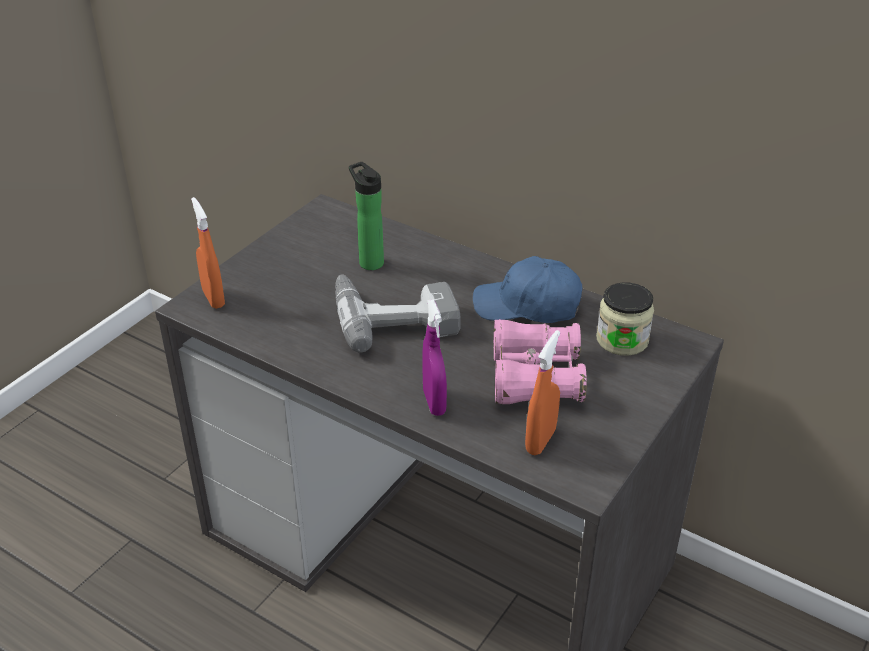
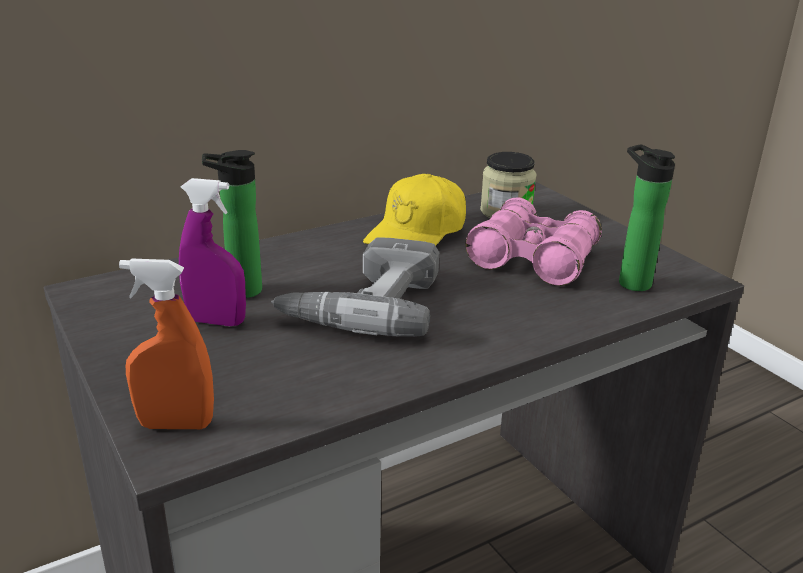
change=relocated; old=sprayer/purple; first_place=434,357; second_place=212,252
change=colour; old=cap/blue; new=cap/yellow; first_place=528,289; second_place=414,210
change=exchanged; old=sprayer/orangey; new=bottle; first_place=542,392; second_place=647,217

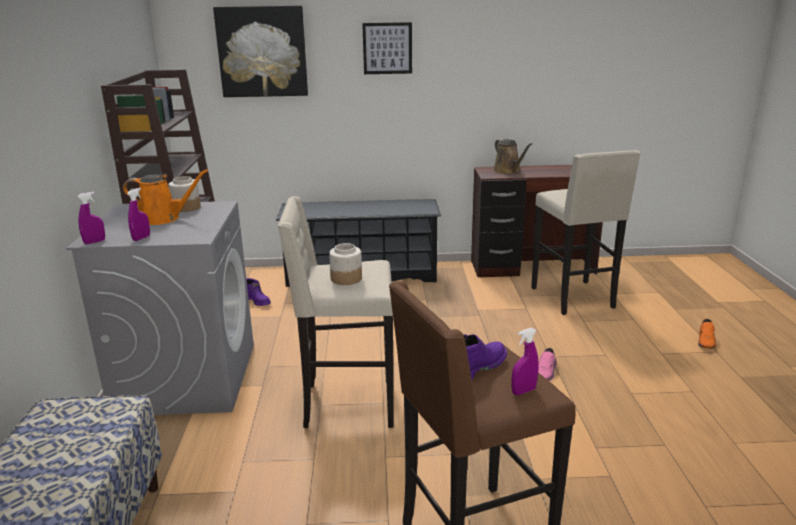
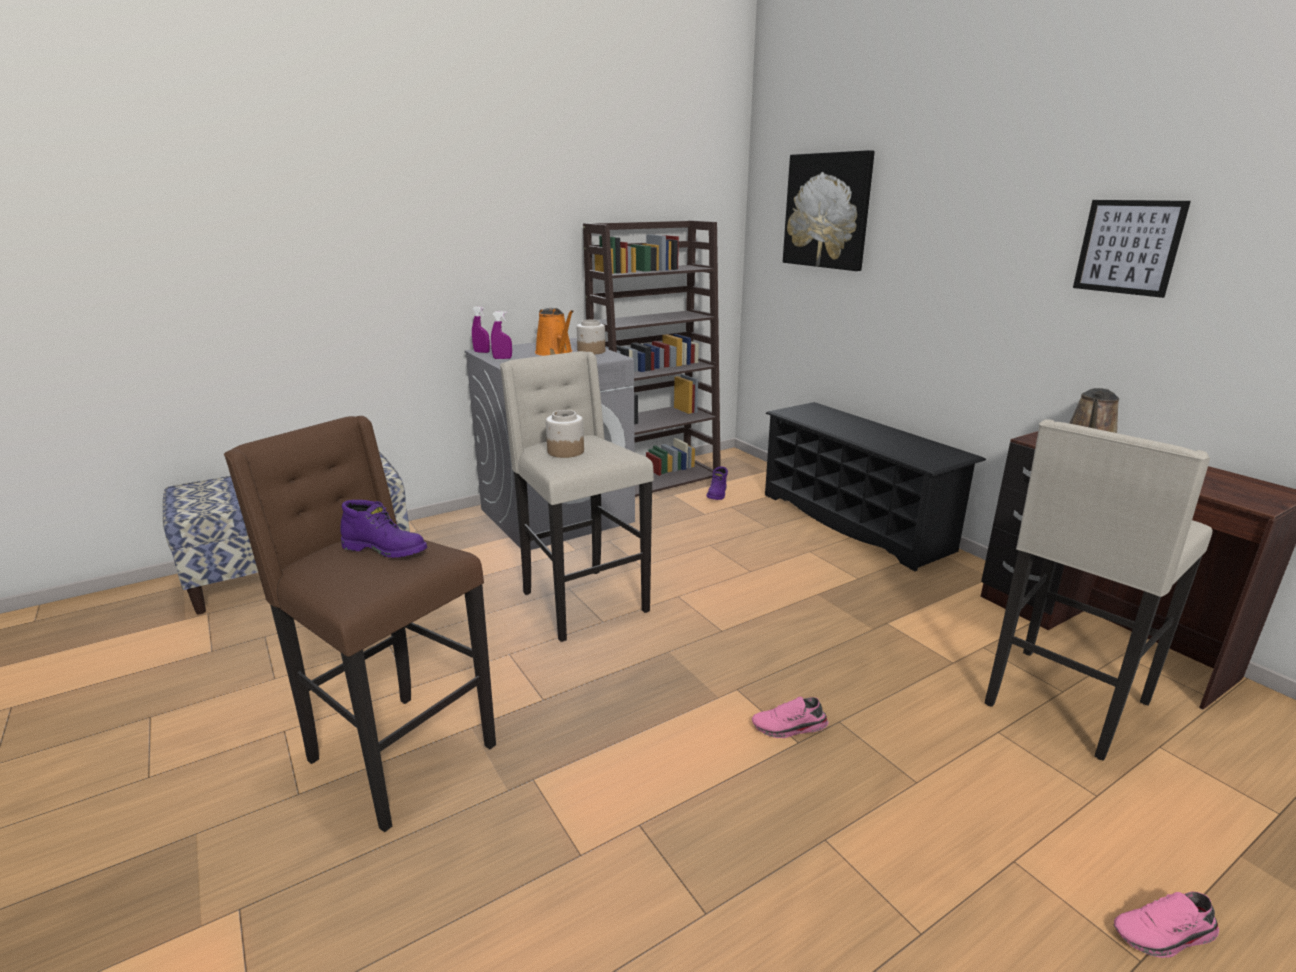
change=relocated; old=picture; first_place=387,48; second_place=1132,249
change=missing; old=sprayer/purple; first_place=525,361
change=colour; old=item of footwear/orangey; new=item of footwear/pink-coloured; first_place=707,334; second_place=1166,924

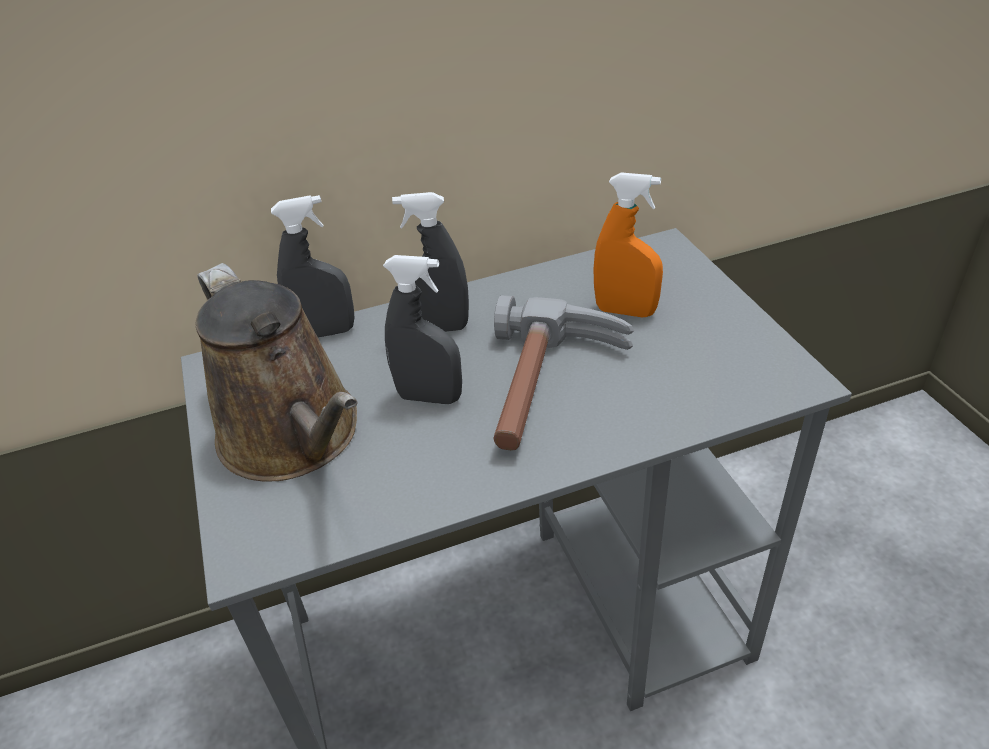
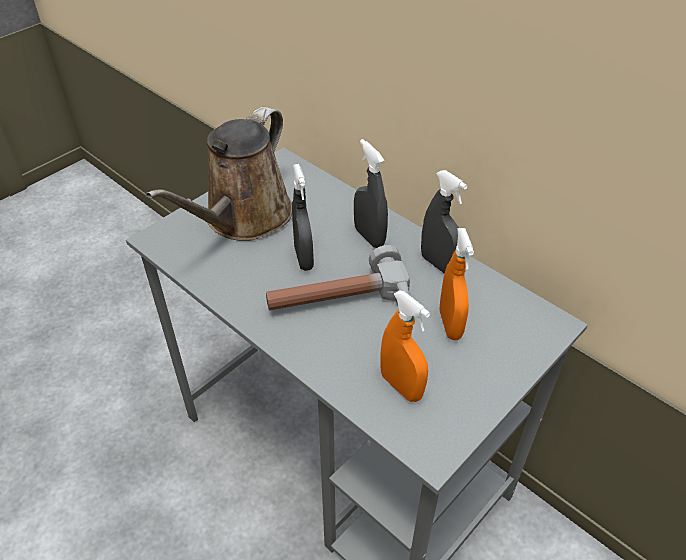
change=relocated; old=sprayer/grey; first_place=313,266; second_place=444,222
change=appeared; new=sprayer/orangey; second_place=405,346

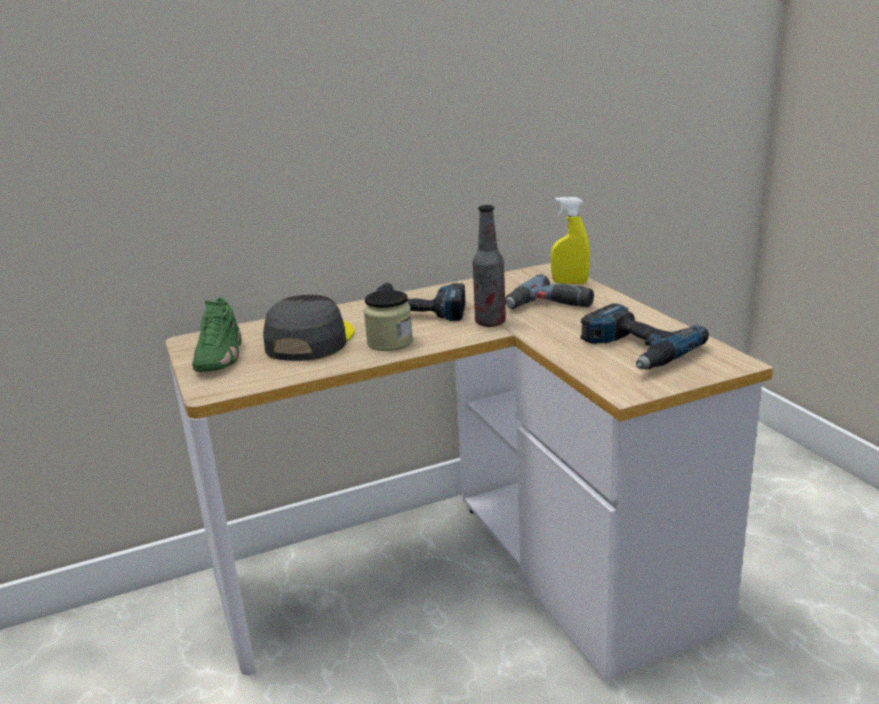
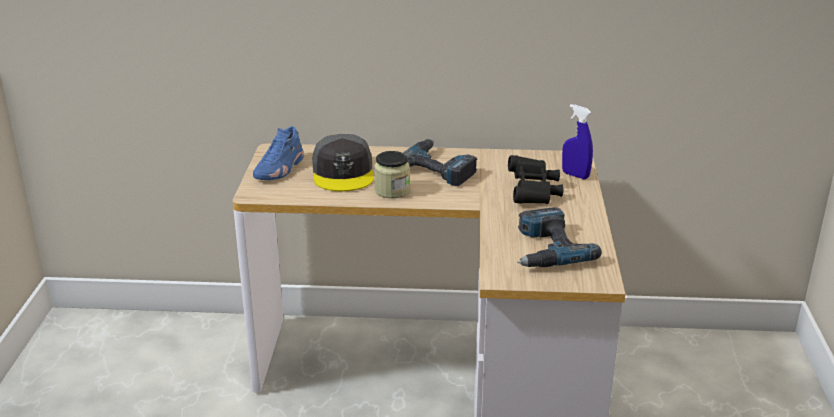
change=colour; old=item of footwear/greenish; new=item of footwear/blue; first_place=216,334; second_place=278,153
change=spun; old=cap/grey; first_place=309,328; second_place=343,162; degrees=135
change=missing; old=bottle; first_place=489,266
change=exchanged; old=electric drill; new=pair of binoculars/black; first_place=549,291; second_place=536,179
change=colour; old=sprayer/yellow; new=sprayer/blue; first_place=570,240; second_place=577,141

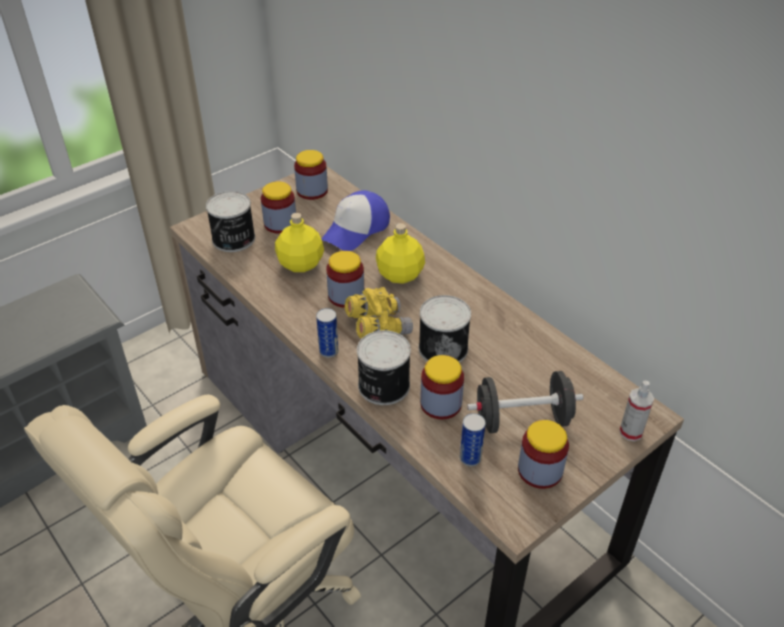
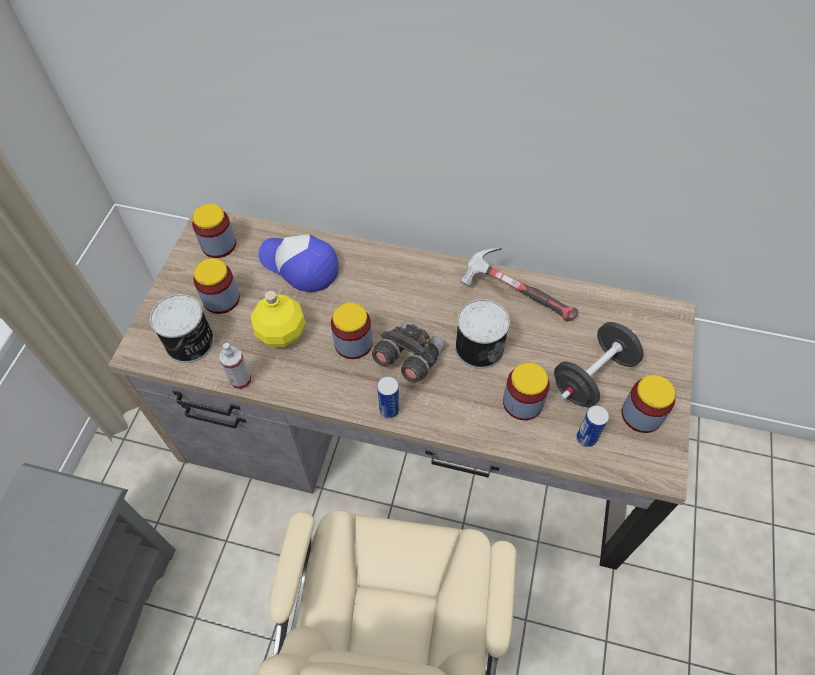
change=spun; old=cap; first_place=355,220; second_place=299,263; degrees=120
change=colour; old=pair of binoculars/yellow; new=pair of binoculars/grey; first_place=379,312; second_place=408,352
change=missing; old=metal can; first_place=384,367
change=missing; old=bottle/yellow; first_place=400,253
change=relocated; old=sprayer; first_place=636,411; second_place=235,366
change=appeared; new=hand hammer; second_place=519,284

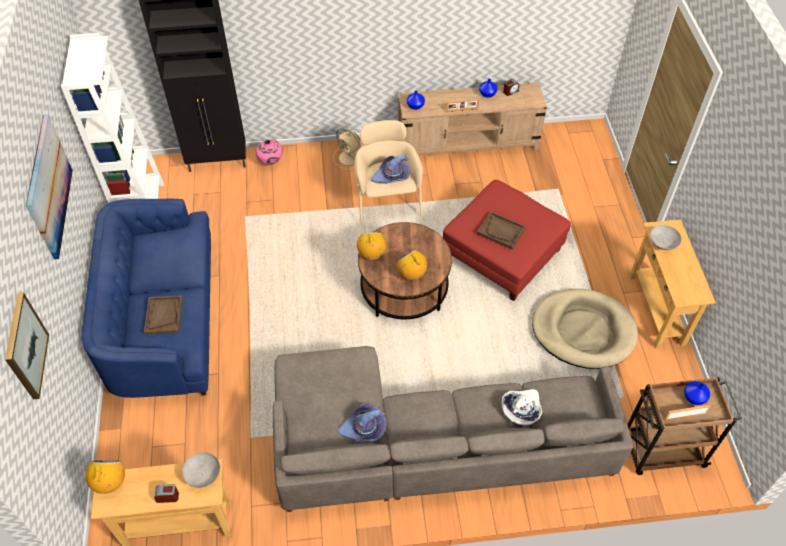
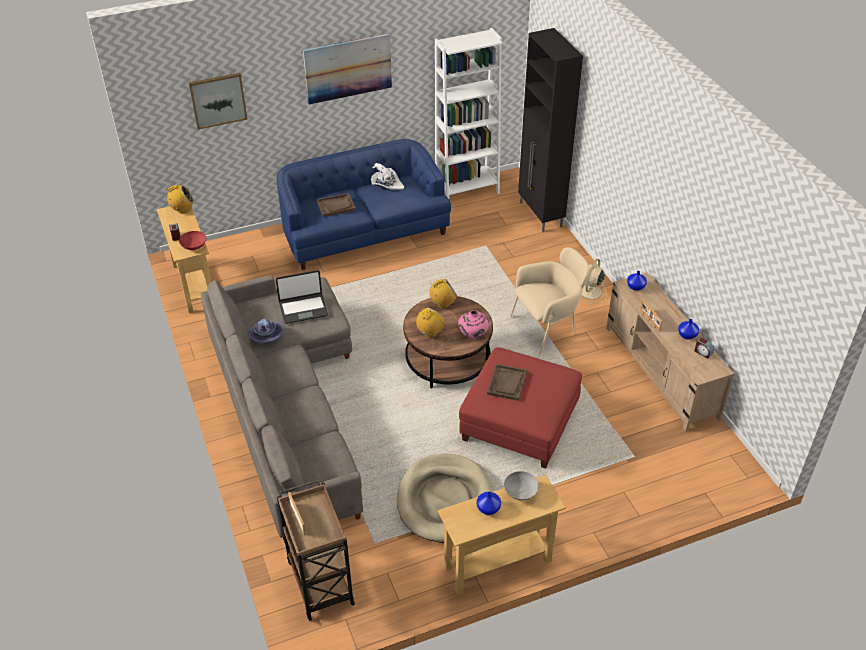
change=colour; old=deep dish/grey; new=deep dish/red-coloured; first_place=201,470; second_place=192,240
change=relocated; old=vase/pink-coloured; first_place=269,152; second_place=473,324
change=missing; old=hat/purple; first_place=390,169
change=relocated; old=hat/whitish; first_place=522,407; second_place=387,176
change=relocated; old=vase/blue; first_place=697,393; second_place=489,503
change=appeared; new=notebook computer; second_place=302,297

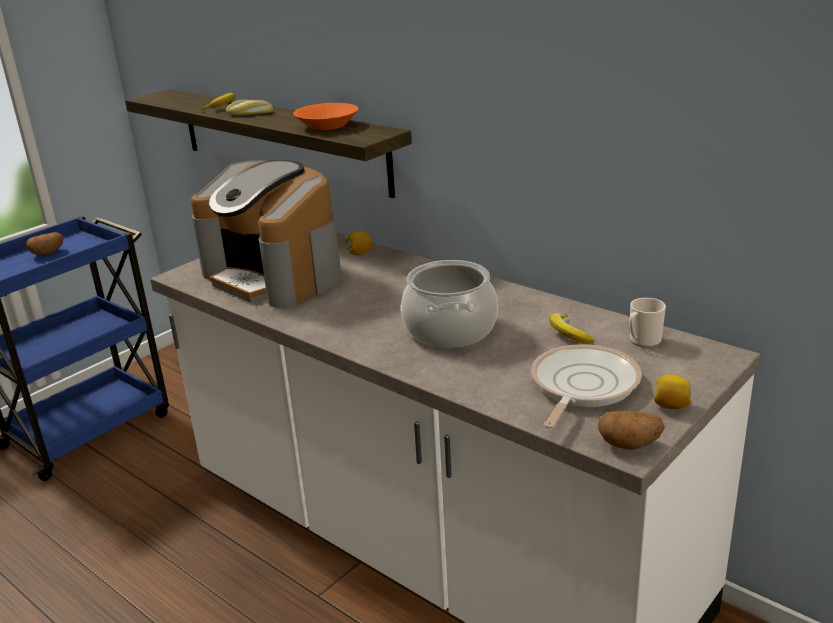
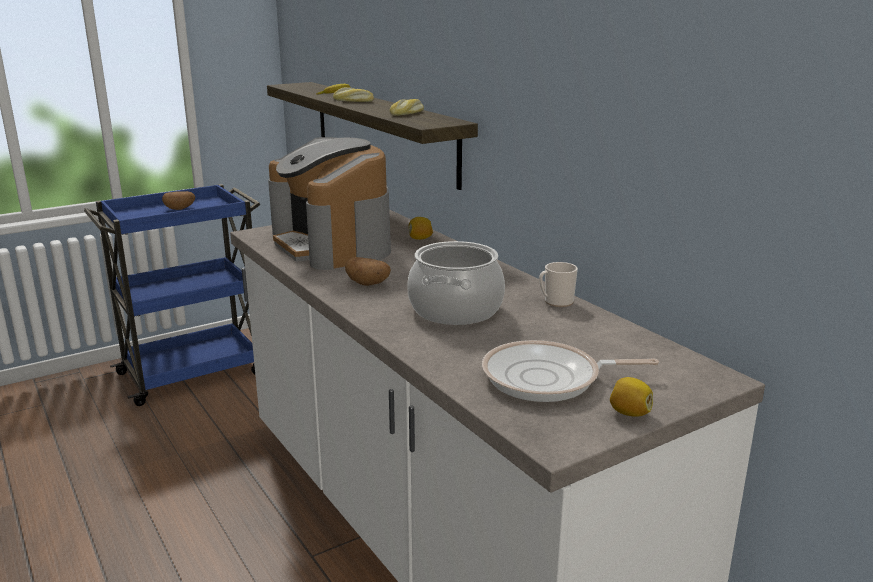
change=exchanged; old=deep dish/orangey; new=baked bread; first_place=326,116; second_place=406,107
change=spun; old=pan; first_place=586,386; second_place=570,371; degrees=-135
change=missing; old=banana; first_place=571,328
change=relocated; old=whole potato; first_place=631,430; second_place=368,271
change=relocated; old=coffee mug; first_place=647,322; second_place=558,284

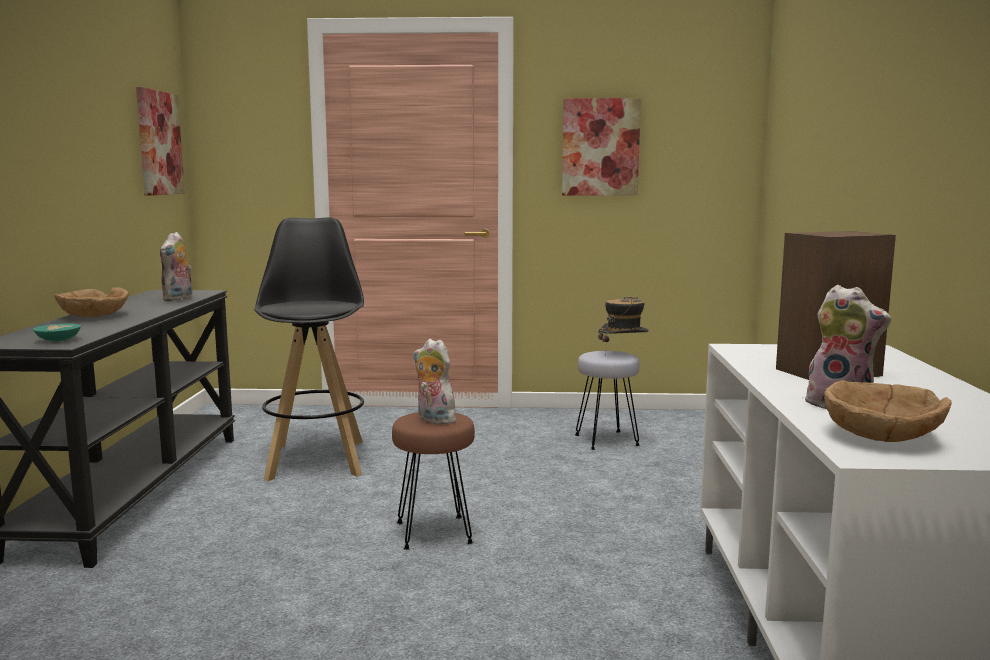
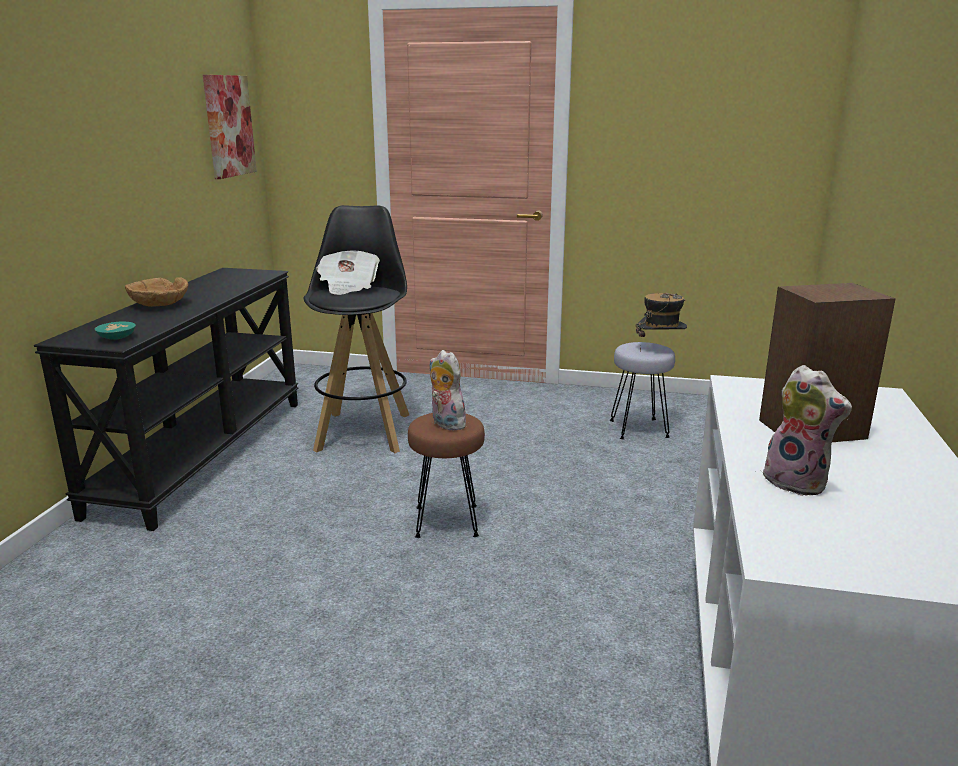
change=missing; old=cuddly toy; first_place=176,266
change=missing; old=picture; first_place=601,147
change=missing; old=deep dish/brown; first_place=888,411
change=appeared; new=printed paper; second_place=348,272

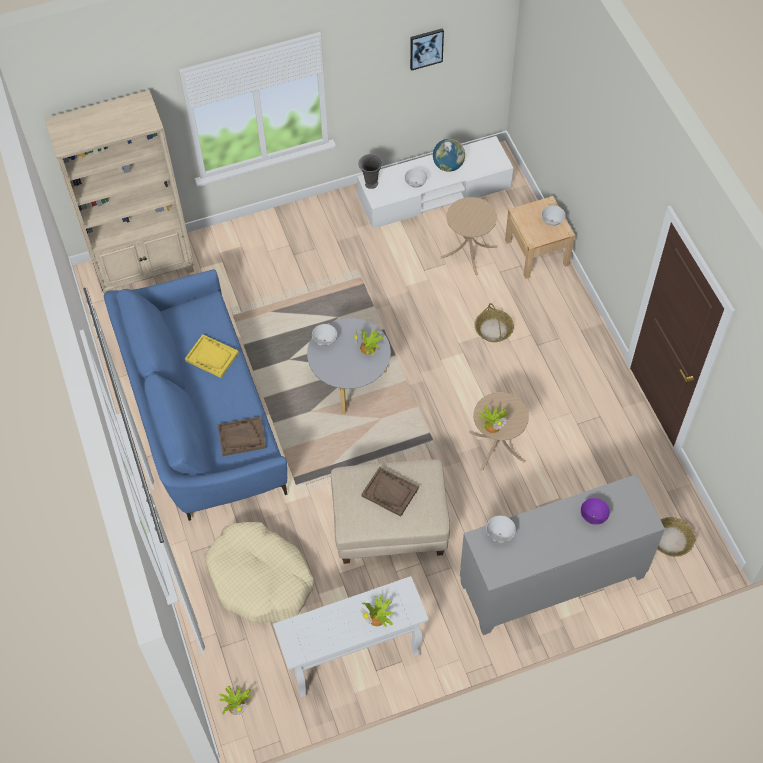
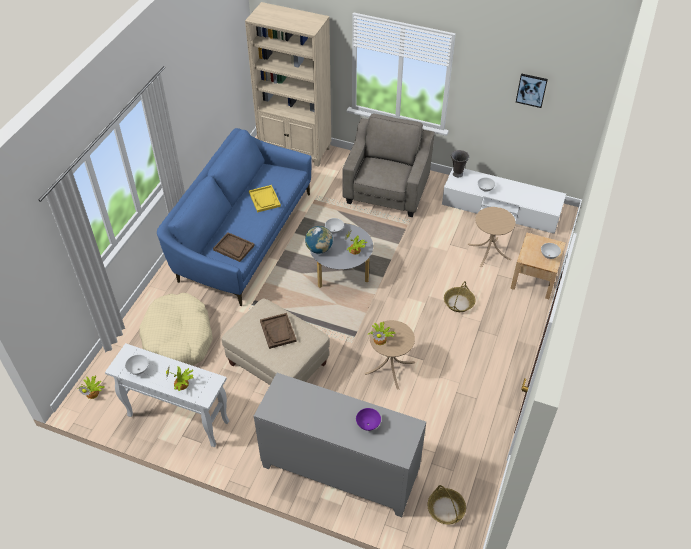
change=relocated; old=desk globe; first_place=449,155; second_place=319,240
change=relocated; old=deep dish/whitish; first_place=501,529; second_place=137,364
change=appeared; new=armchair/grey; second_place=388,165

